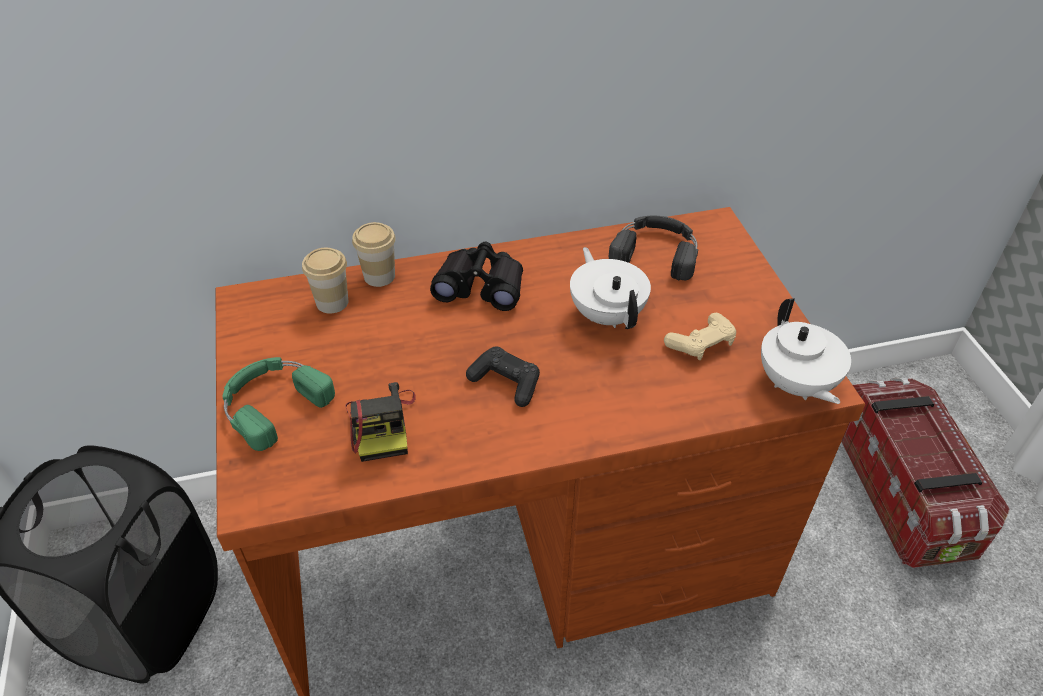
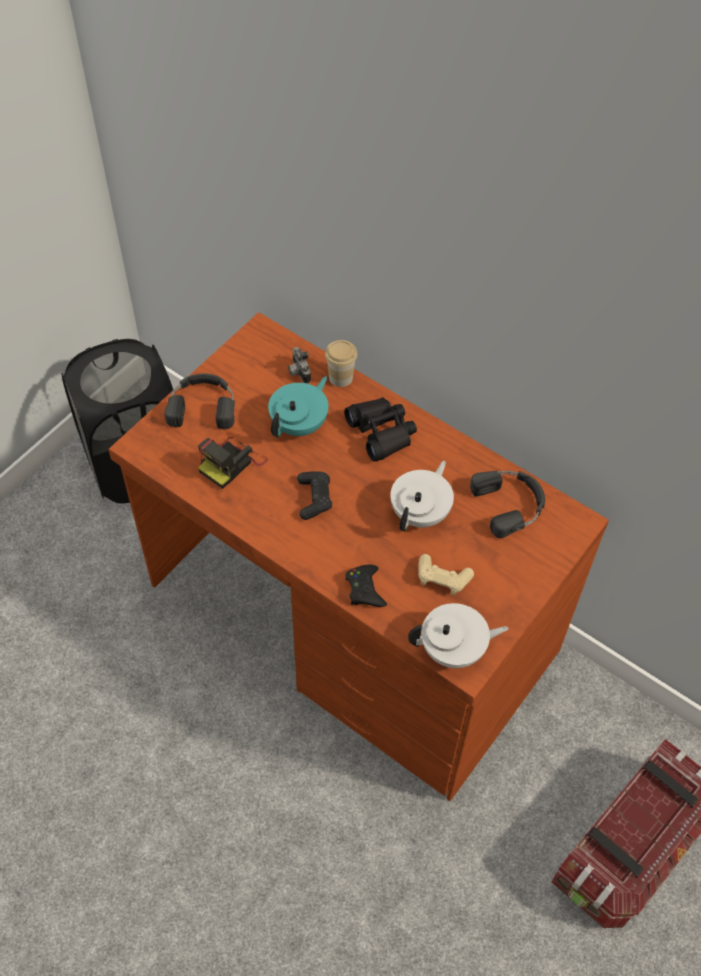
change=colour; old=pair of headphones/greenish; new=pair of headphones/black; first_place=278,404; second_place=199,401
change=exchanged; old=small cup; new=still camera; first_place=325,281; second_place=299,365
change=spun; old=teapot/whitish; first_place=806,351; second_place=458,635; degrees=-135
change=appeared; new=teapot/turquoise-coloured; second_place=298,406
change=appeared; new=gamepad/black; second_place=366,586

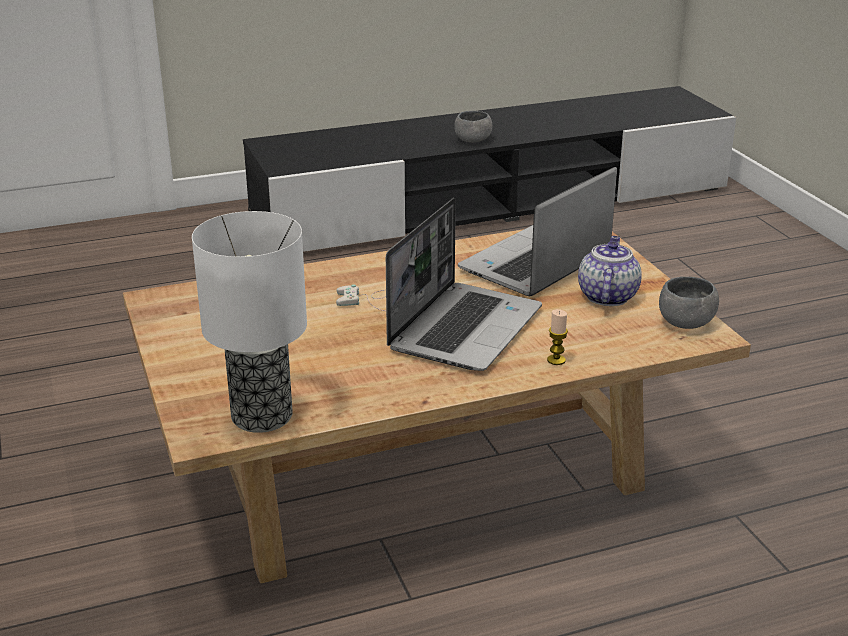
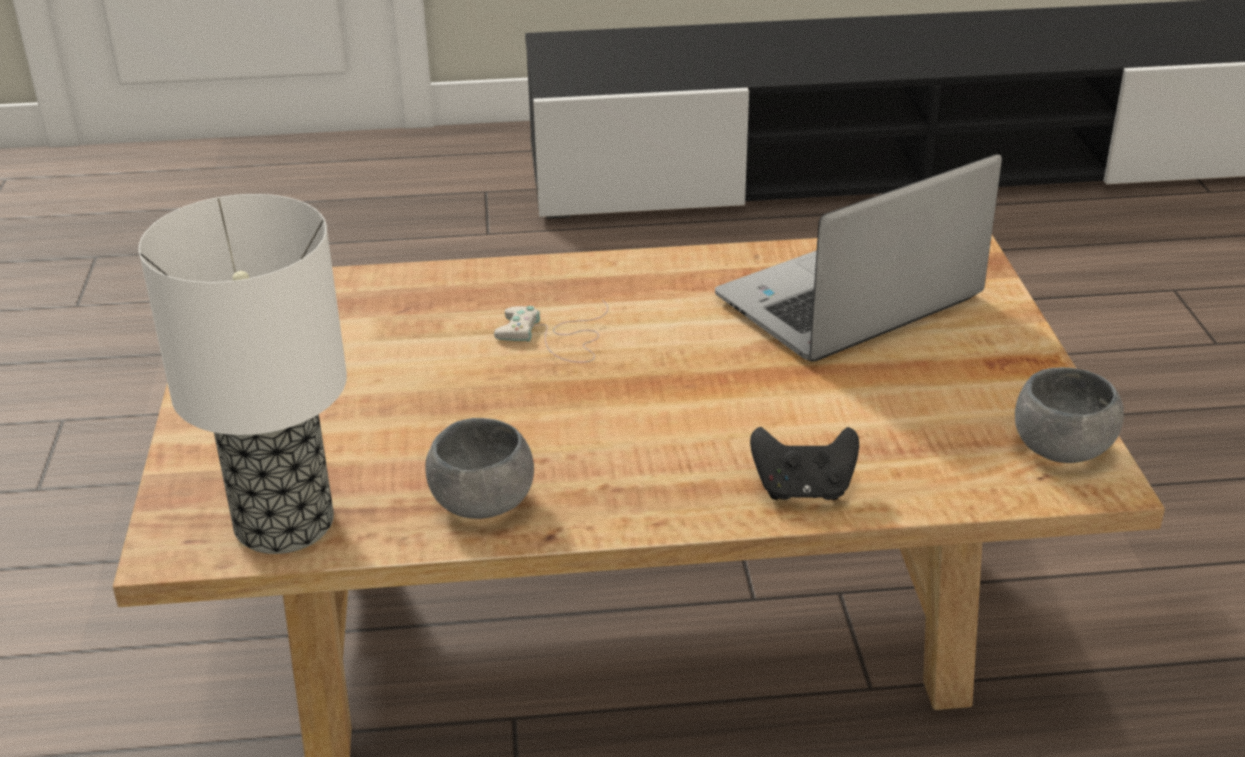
change=missing; old=notebook computer; first_place=464,284
change=relocated; old=deep dish/grey; first_place=473,127; second_place=479,468
change=exchanged; old=wax light; new=gamepad/black; first_place=557,337; second_place=804,463
change=missing; old=teapot; first_place=610,271

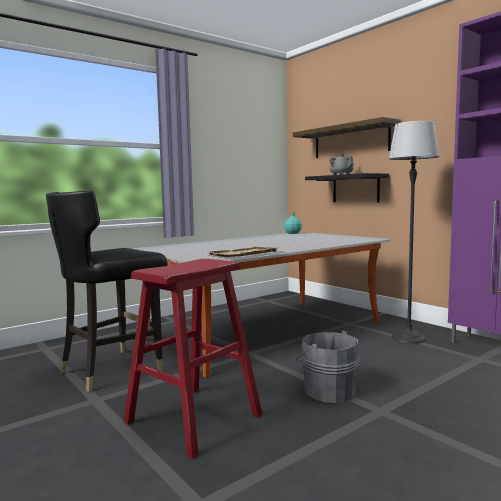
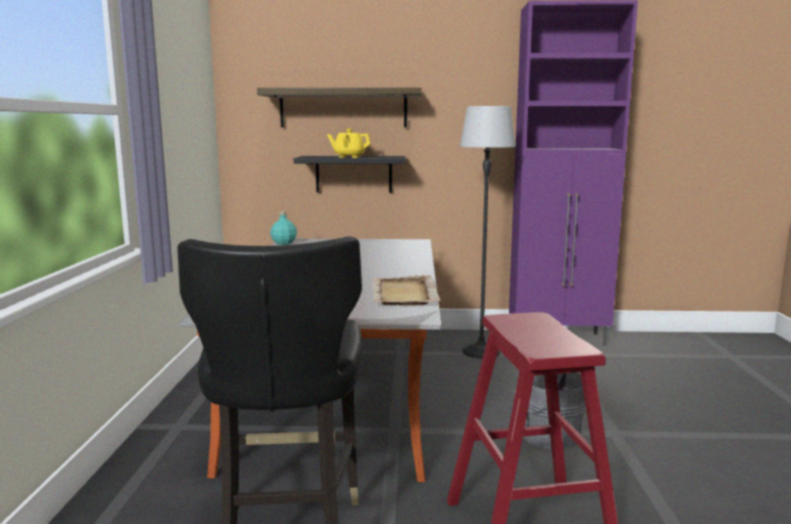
change=colour; old=teapot/grey; new=teapot/yellow; first_place=341,164; second_place=349,143

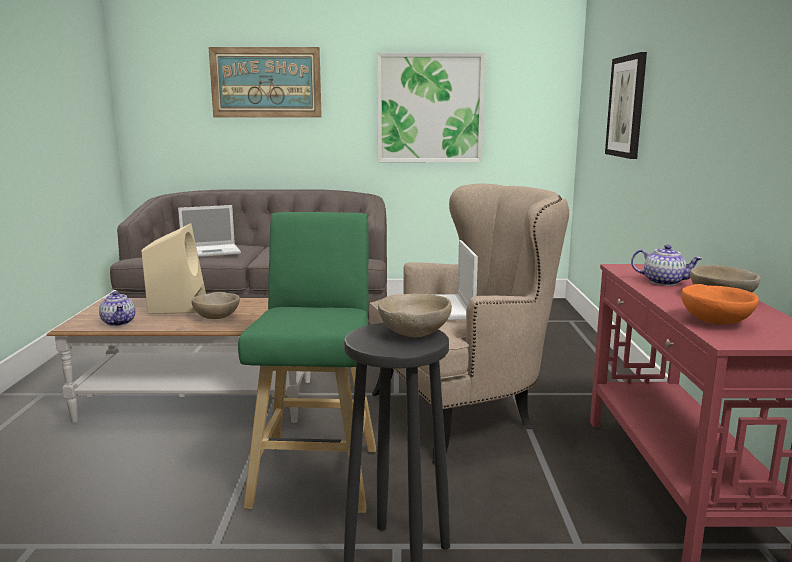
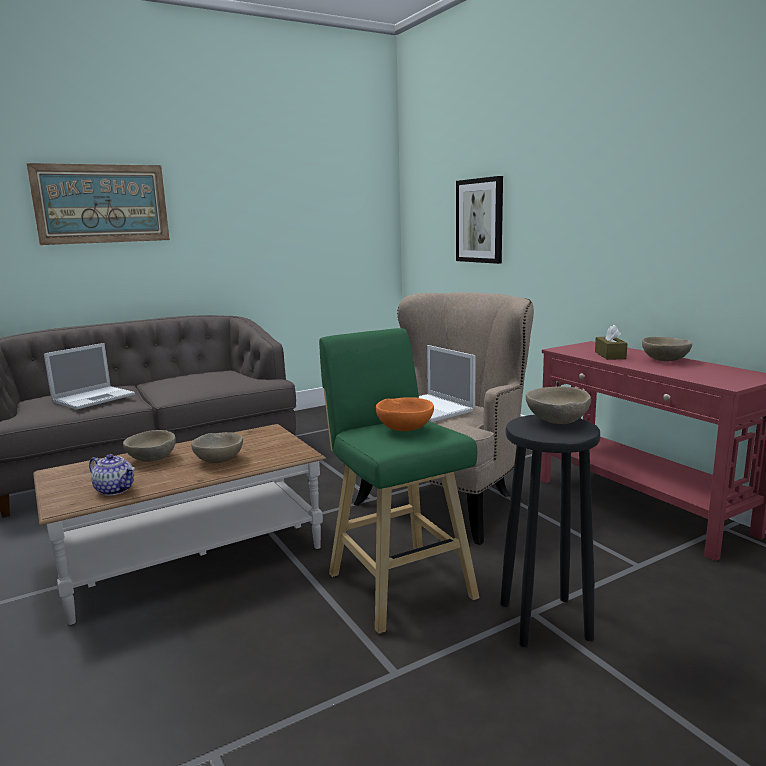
change=exchanged; old=speaker/beige-coloured; new=deep dish/beige-coloured; first_place=174,268; second_place=149,446
change=missing; old=picture; first_place=431,107
change=exchanged; old=teapot; new=tissue box/brown; first_place=667,265; second_place=611,342
change=relocated; old=deep dish/orangey; first_place=720,304; second_place=405,414

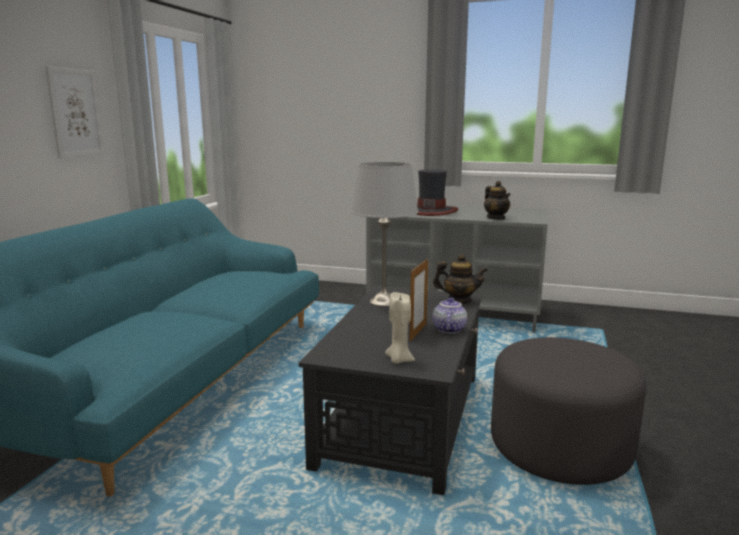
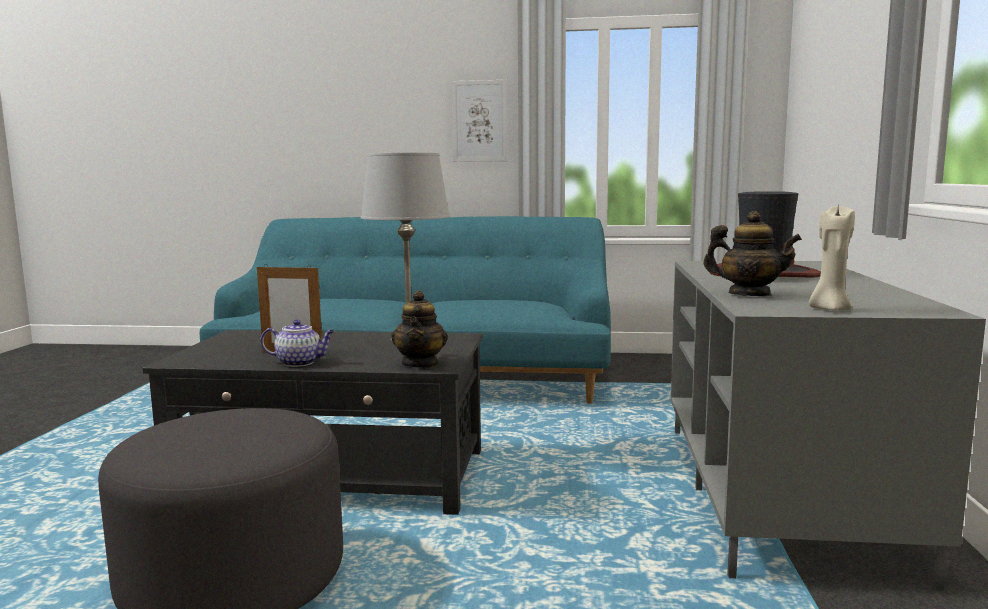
change=relocated; old=wax light/beige-coloured; first_place=400,328; second_place=832,258
change=spun; old=teapot; first_place=497,200; second_place=752,253; degrees=-120

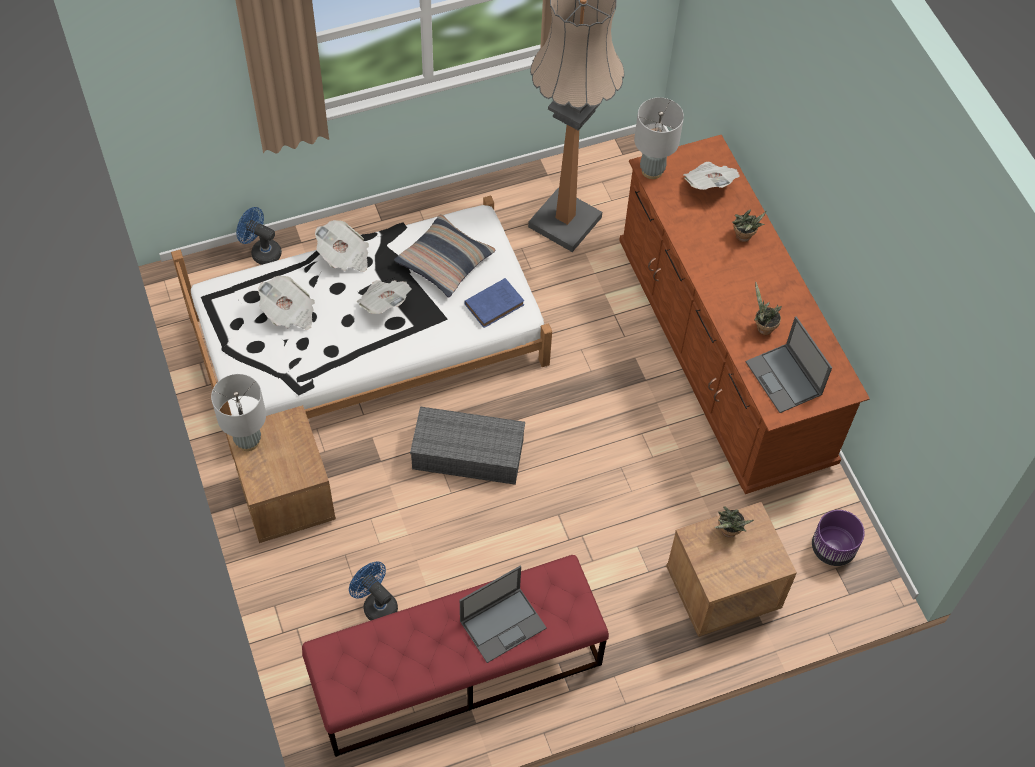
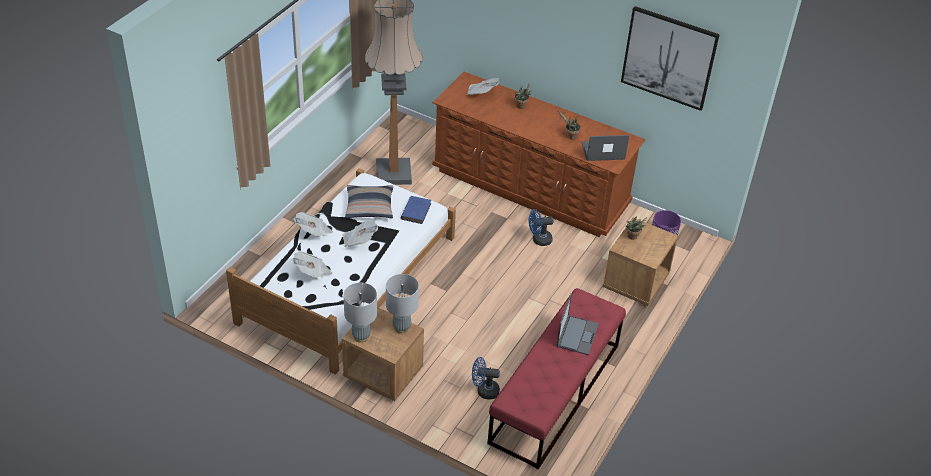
change=relocated; old=electric fan/blue; first_place=259,236; second_place=541,227
change=missing; old=storage box/grey; first_place=467,445
change=relocated; old=lamp for a table/grey; first_place=659,138; second_place=402,304
change=spun; old=notebook computer; first_place=789,364; second_place=605,148; degrees=150
change=appeared; new=picture; second_place=670,58

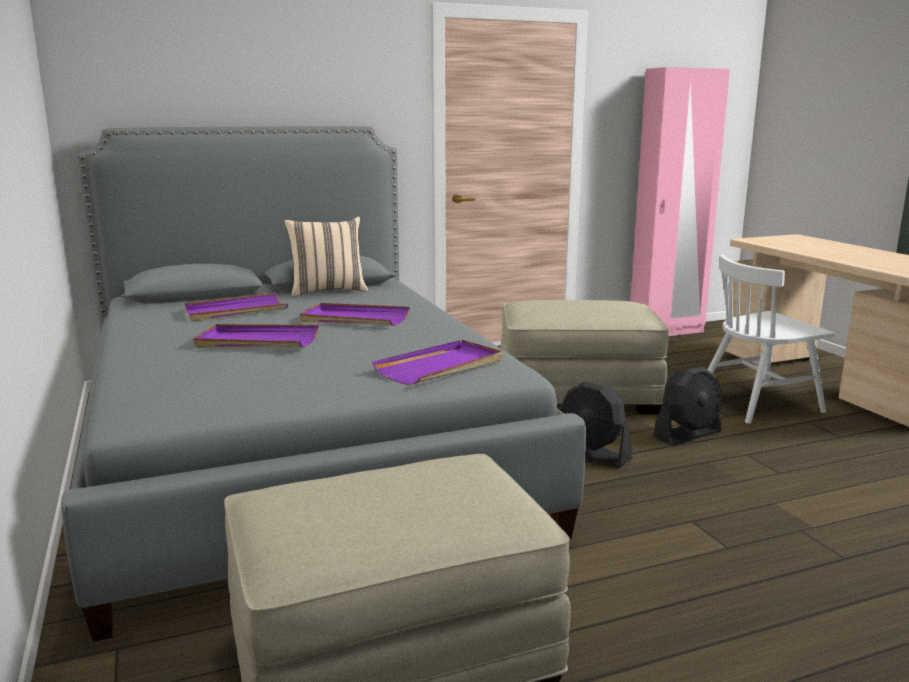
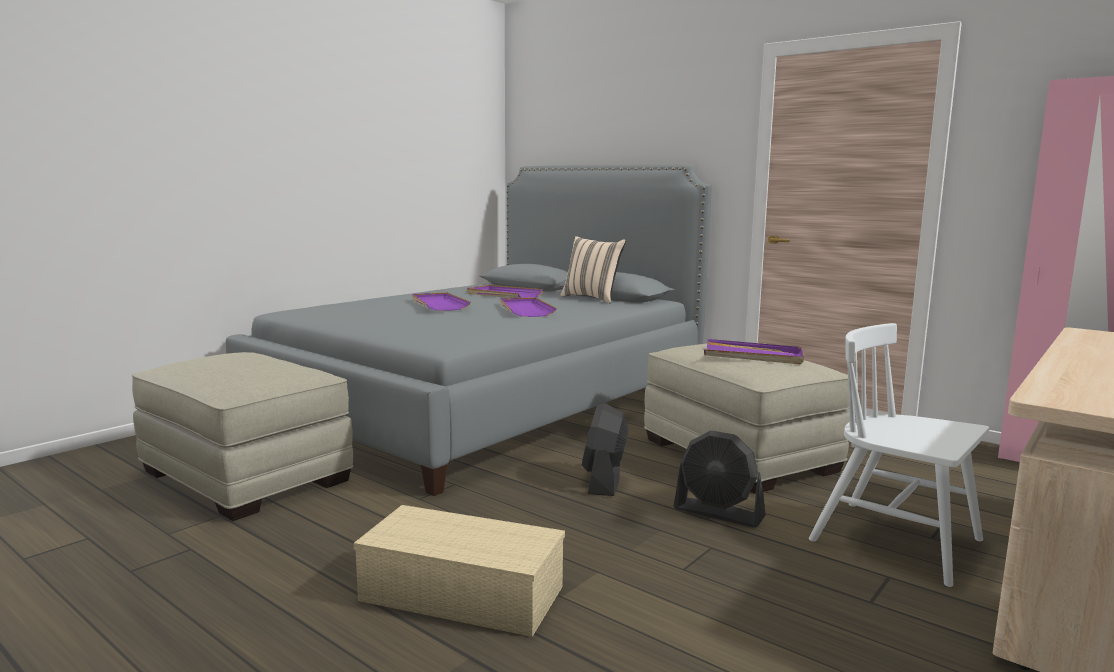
change=relocated; old=serving tray/purple; first_place=437,362; second_place=754,351
change=appeared; new=storage box/beige-coloured; second_place=459,571

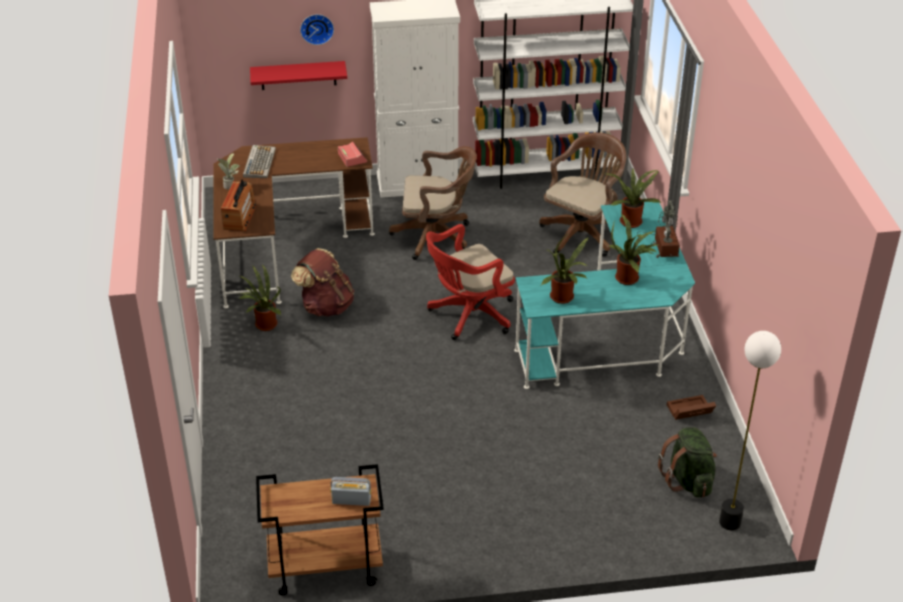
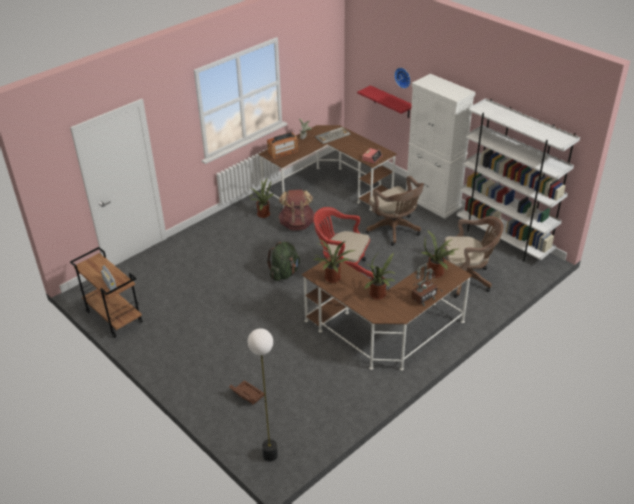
change=colour; old=desk/turquoise-coloured; new=desk/brown; first_place=604,295; second_place=387,313
change=relocated; old=backpack/greenish; first_place=687,462; second_place=283,261
change=relocated; old=storage box/brown; first_place=691,407; second_place=246,392

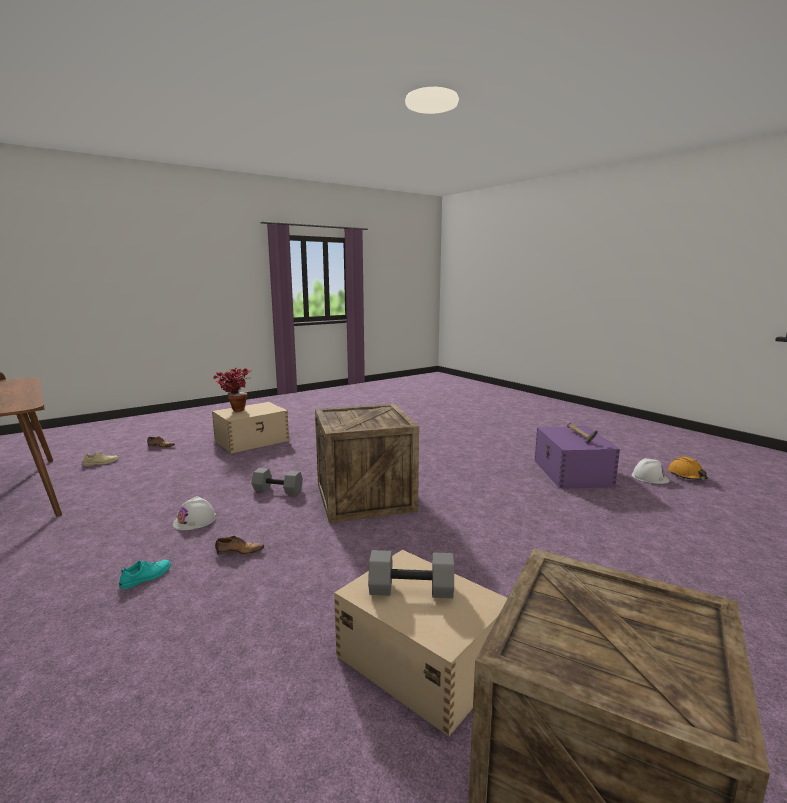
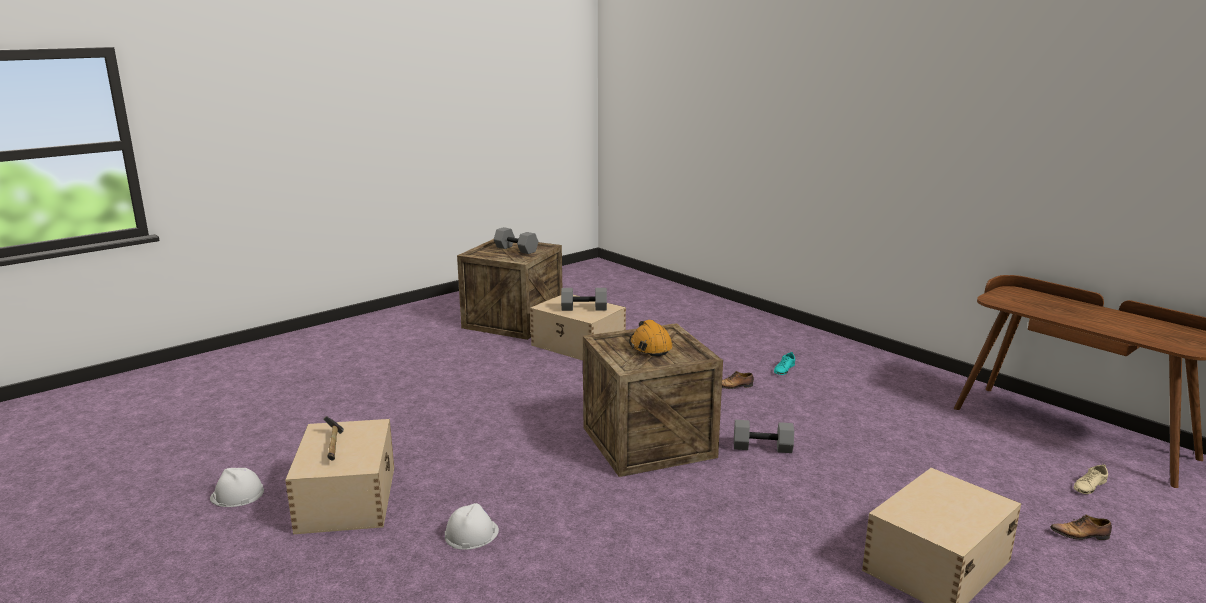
change=relocated; old=work helmet/whitish; first_place=195,513; second_place=472,526
change=missing; old=plant in a pot; first_place=232,390
change=colour; old=storage box/purple; new=storage box/beige-coloured; first_place=577,457; second_place=339,476
change=relocated; old=work helmet/orangey; first_place=688,468; second_place=651,338
change=appeared; new=hand weight/grey; second_place=516,240

